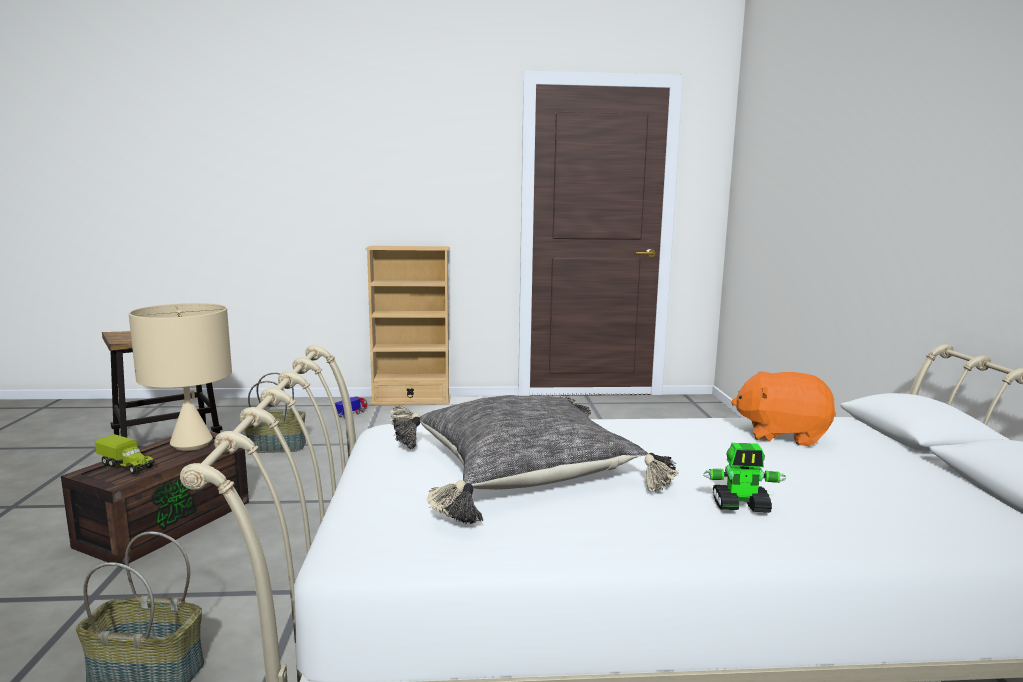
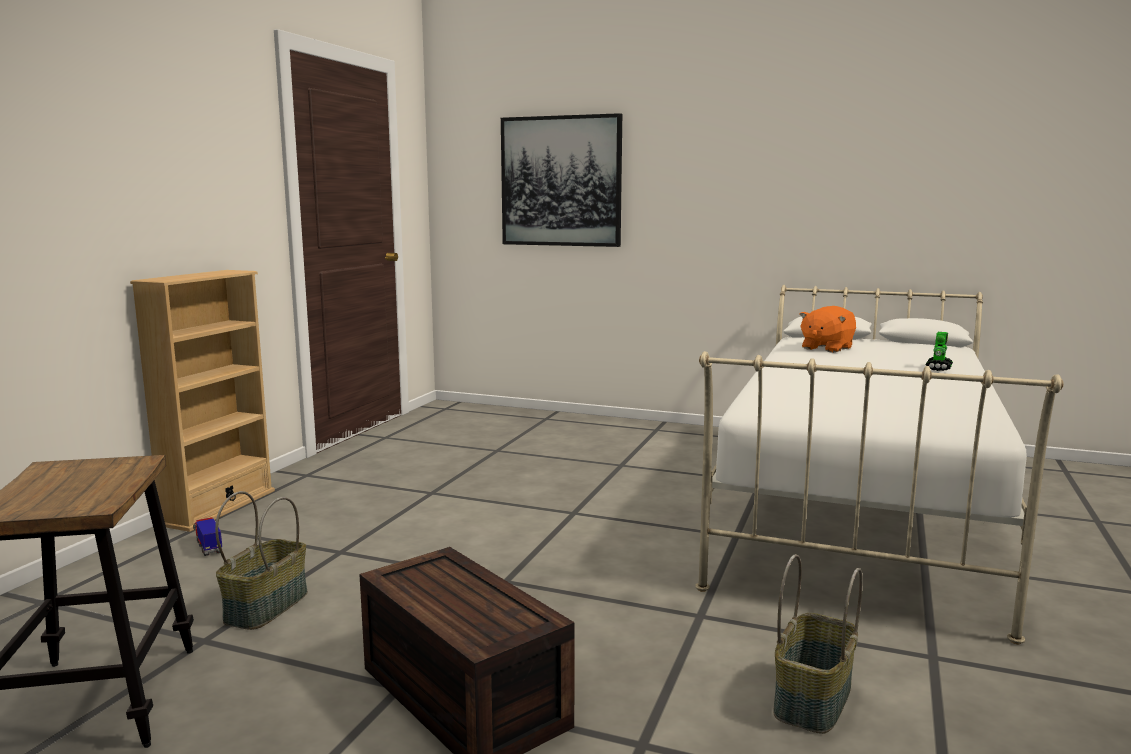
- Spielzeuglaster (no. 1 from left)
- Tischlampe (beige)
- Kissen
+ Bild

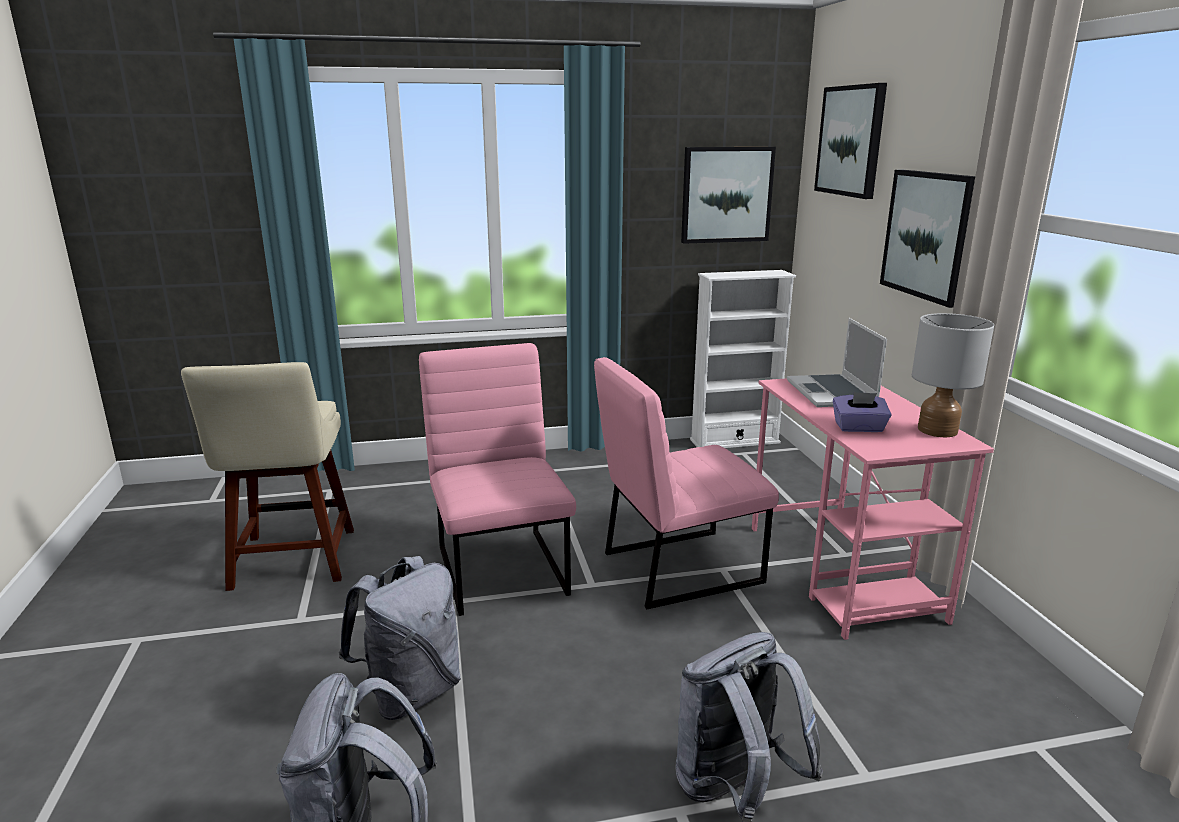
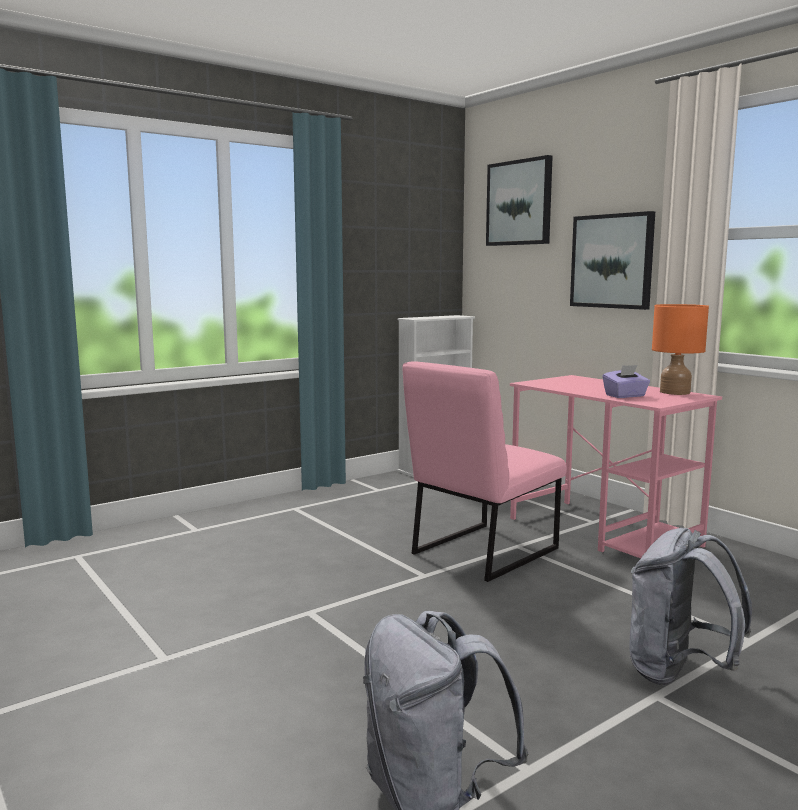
- Hocker (beige)
- Rucksack (grau) (no. 2 from left)
- Stuhl (rosa) (no. 1 from left)
- Bild (no. 1 from left)
- Laptop
~ Tischlampe (grau) to Tischlampe (orange)

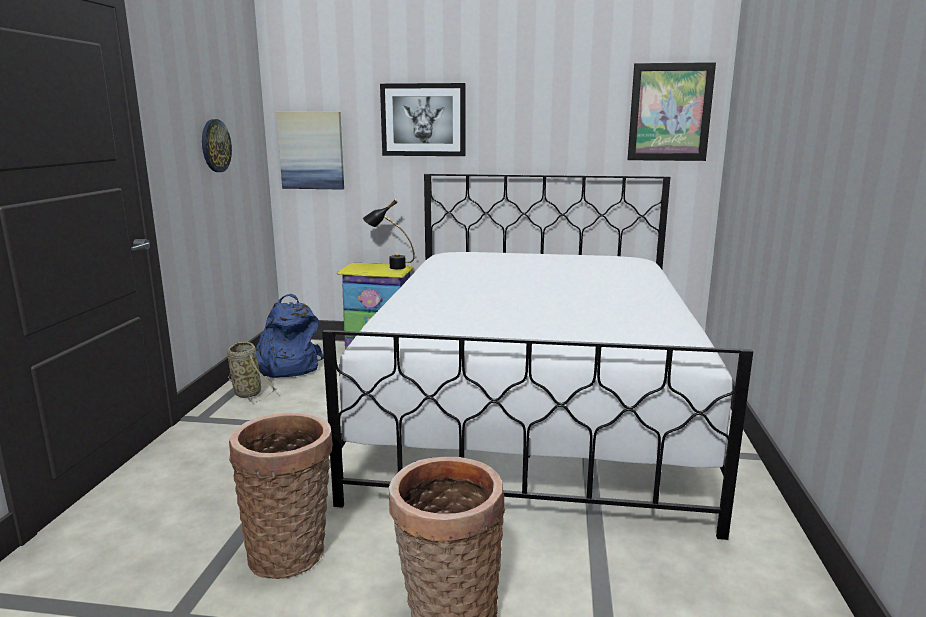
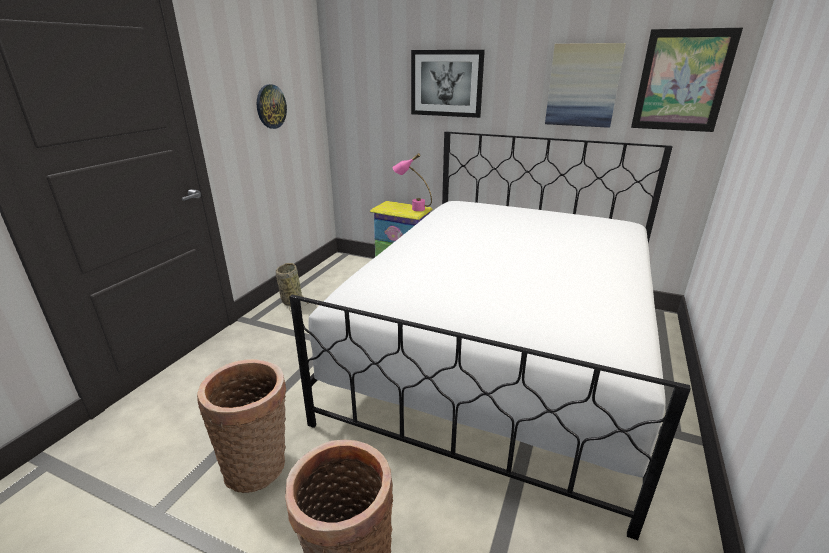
- Rucksack (blau)
~ Bild (no. 1 from left in the first image) to Bild (no. 2 from left)
~ Tischlampe (schwarz) to Tischlampe (rosa)

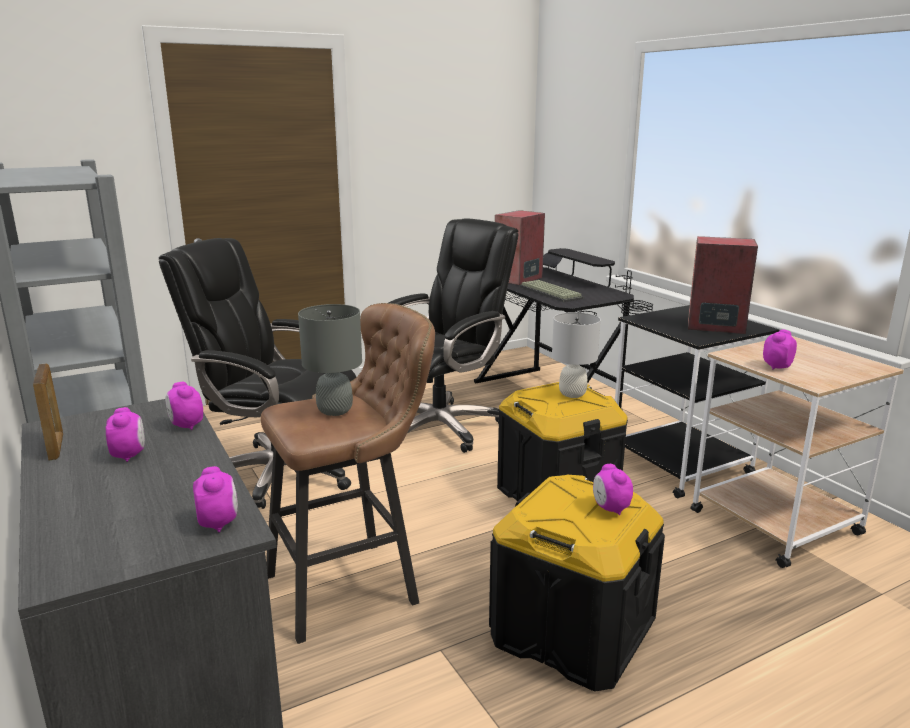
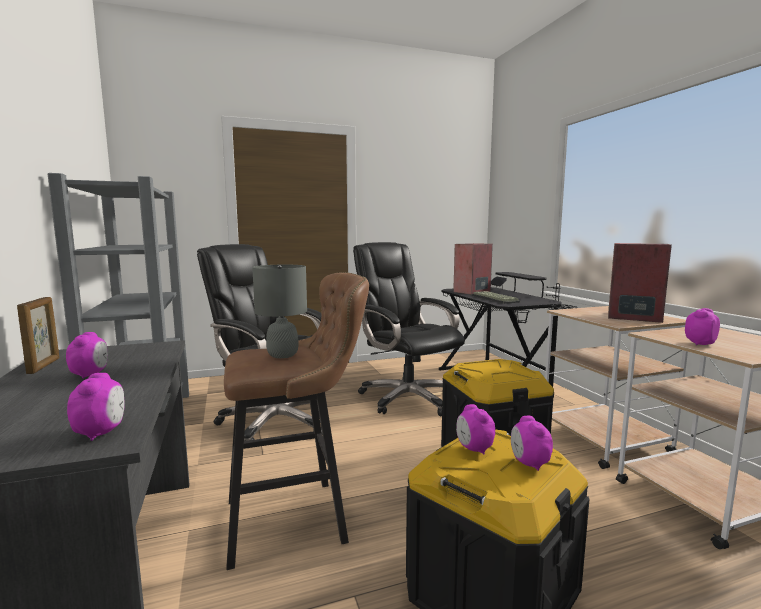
~ Wecker (no. 2 from left in the first image) to Wecker (no. 3 from left)
~ Bürostuhl (schwarz) (no. 2 from left) 90 degrees counterclockwise
- Tischlampe (grau) (no. 2 from left)
~ Rollwagen (schwarz) to Rollwagen (beige) (no. 1 from left)

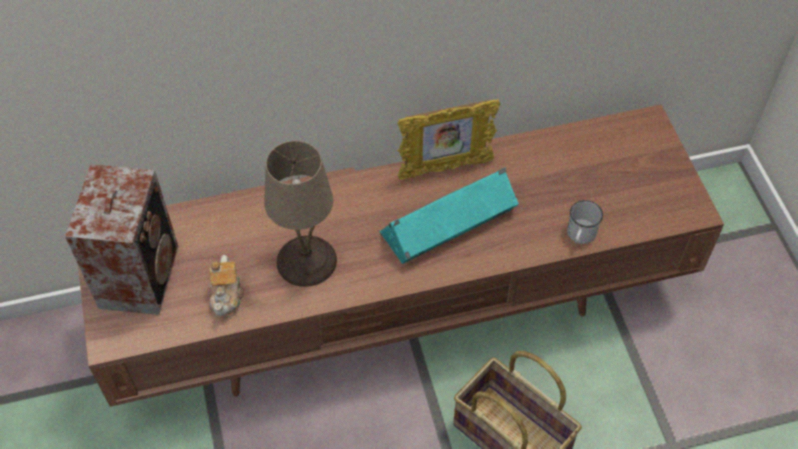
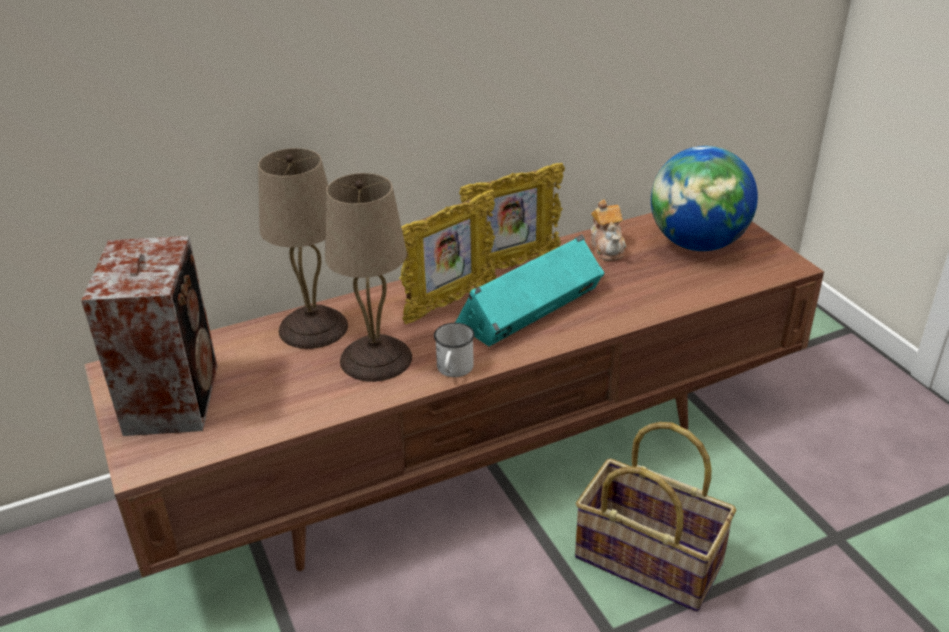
~ Teekanne
~ Henkelbecher (weiß)
+ Tischlampe (beige) (no. 1 from left)
+ Bilderrahmen (no. 1 from left)
+ Globus

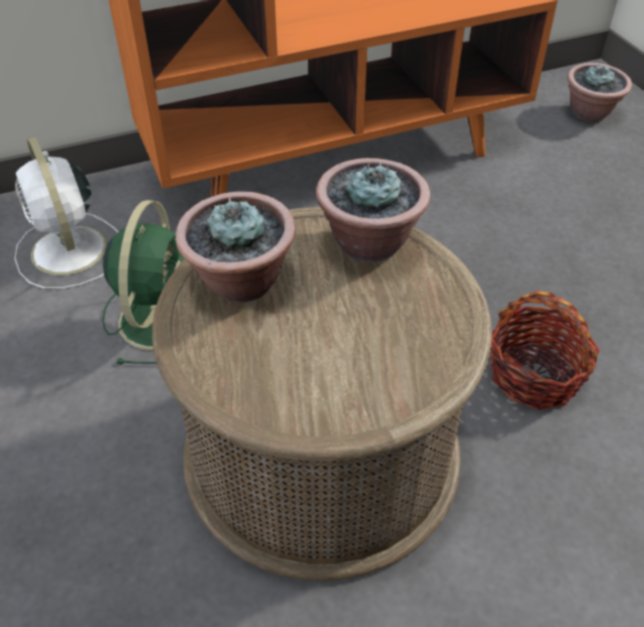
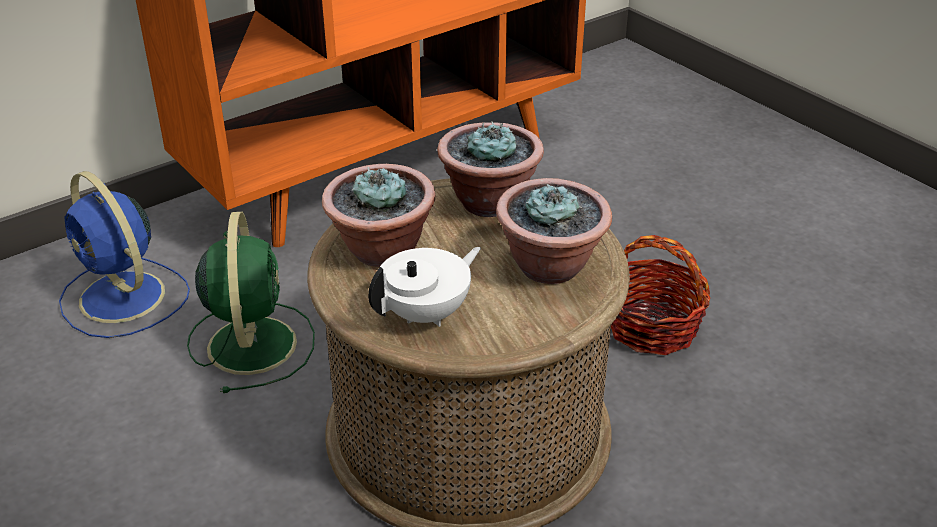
~ Ventilator (weiß) to Ventilator (blau)
~ Topfpflanze (no. 3 from left)
+ Teekanne (weiß)

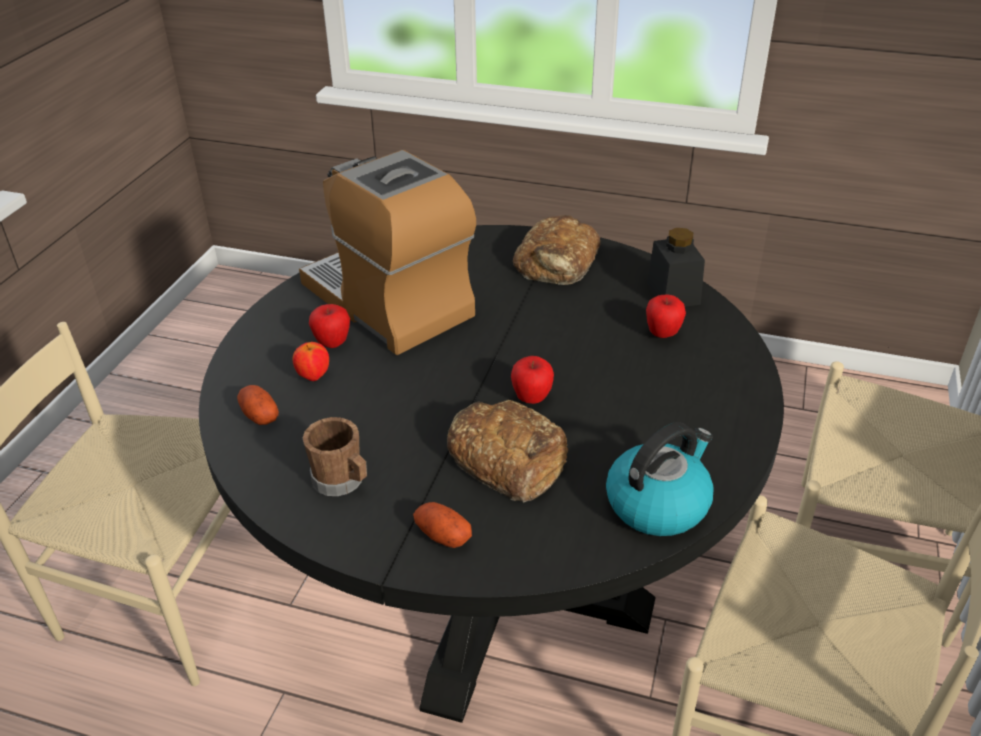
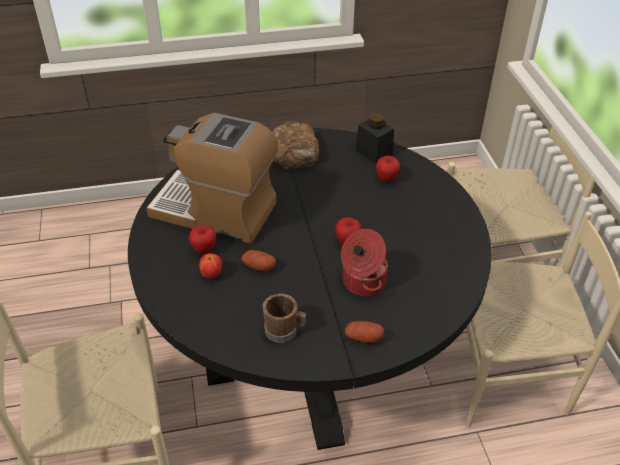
~ Kartoffel (no. 1 from left)
~ Brot (no. 1 from left) to Kochtopf
- Wasserkessel

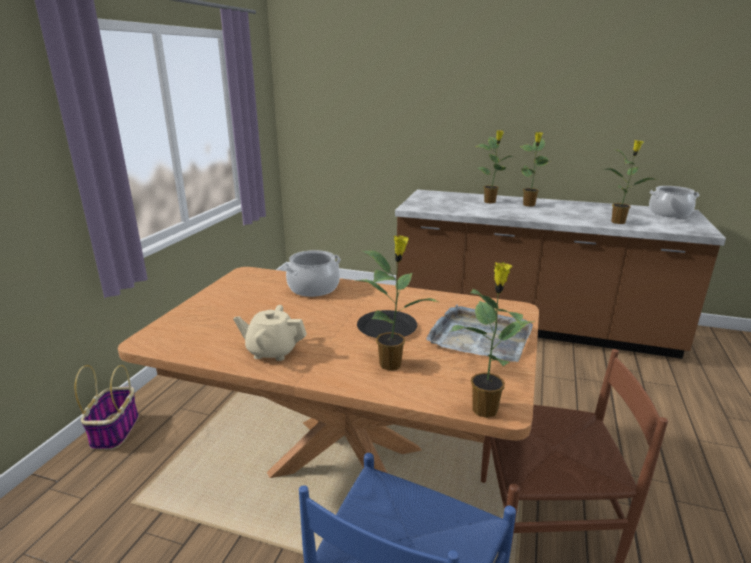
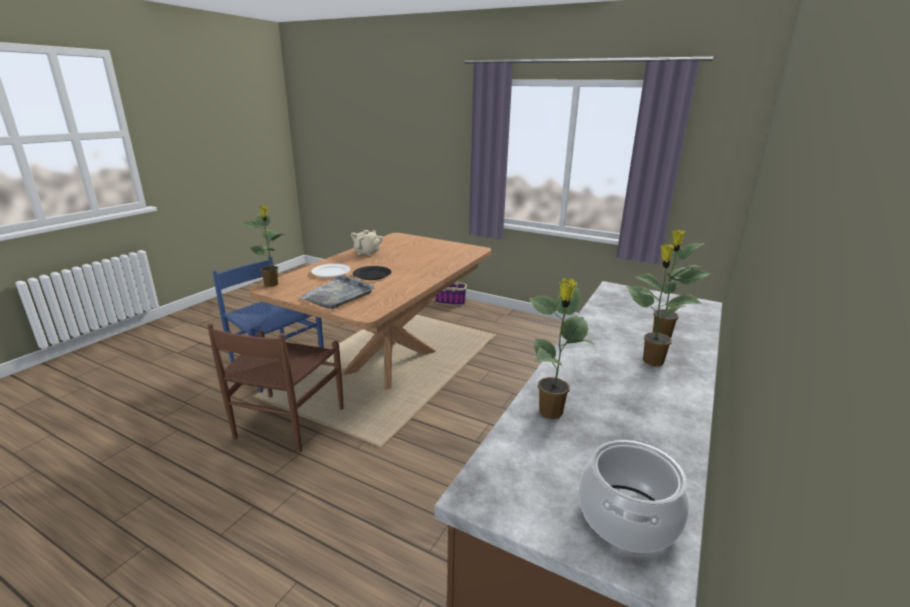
- Kochtopf (no. 1 from left)
~ Topfpflanze (no. 1 from left) to Teller (weiß)

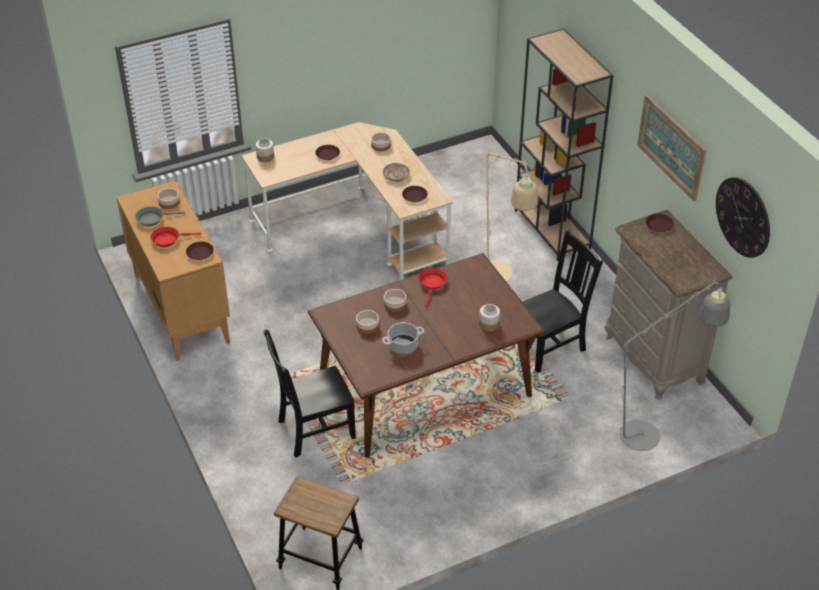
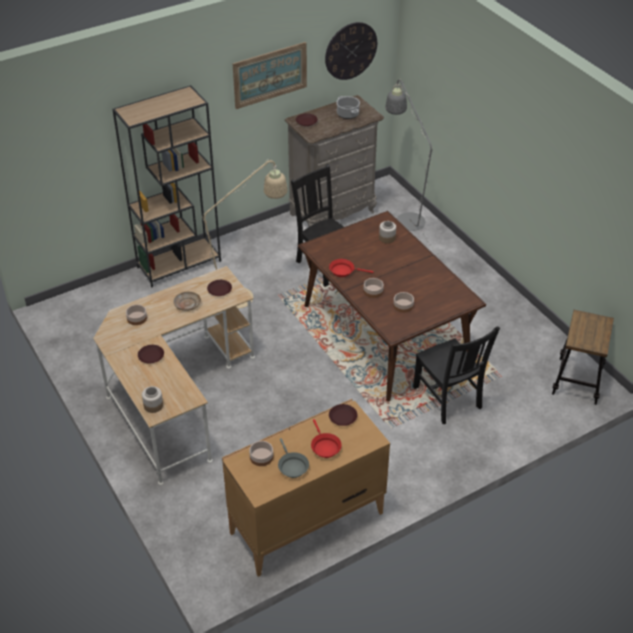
~ Kochtopf

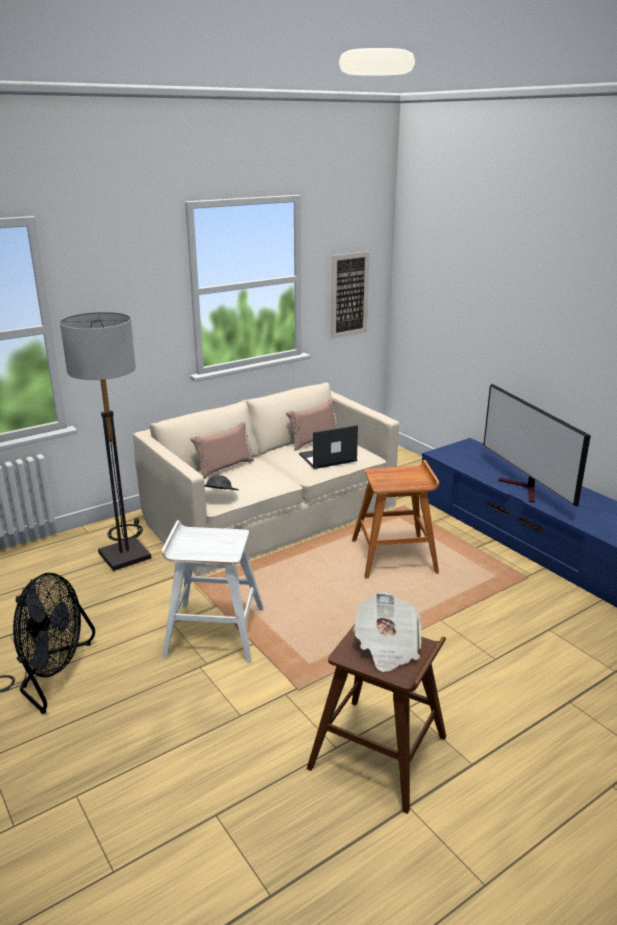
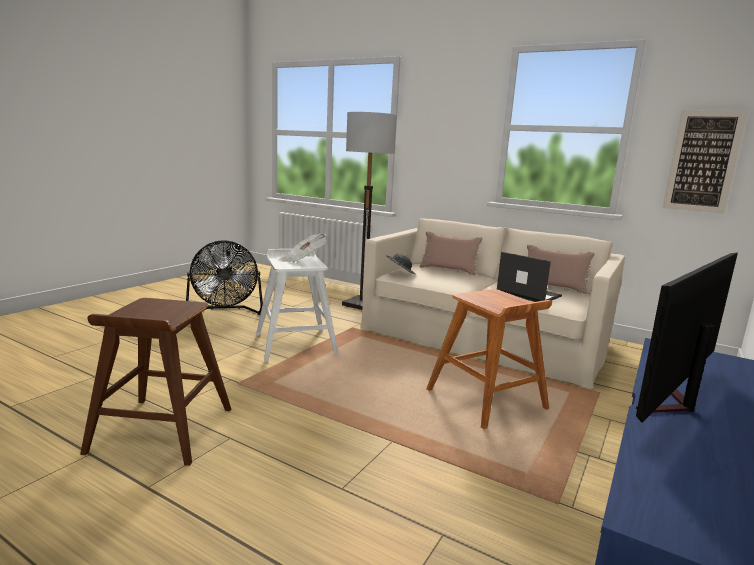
~ Zeitung

